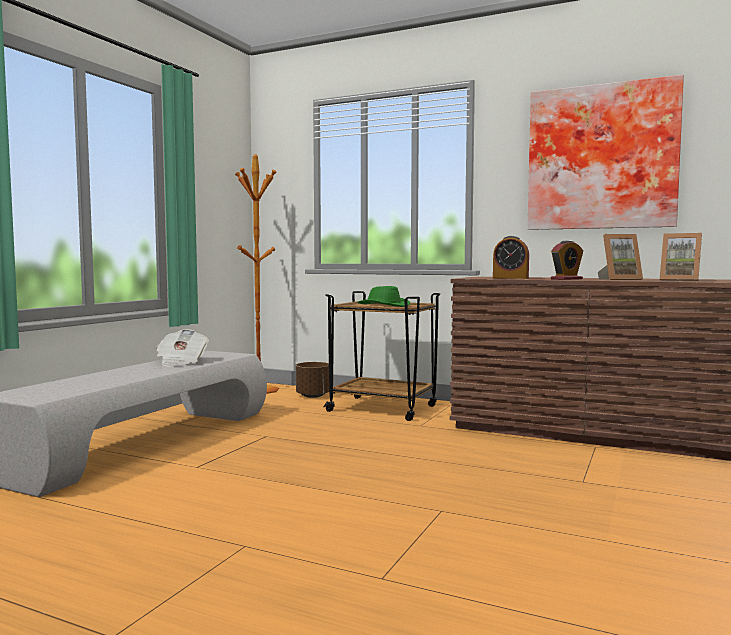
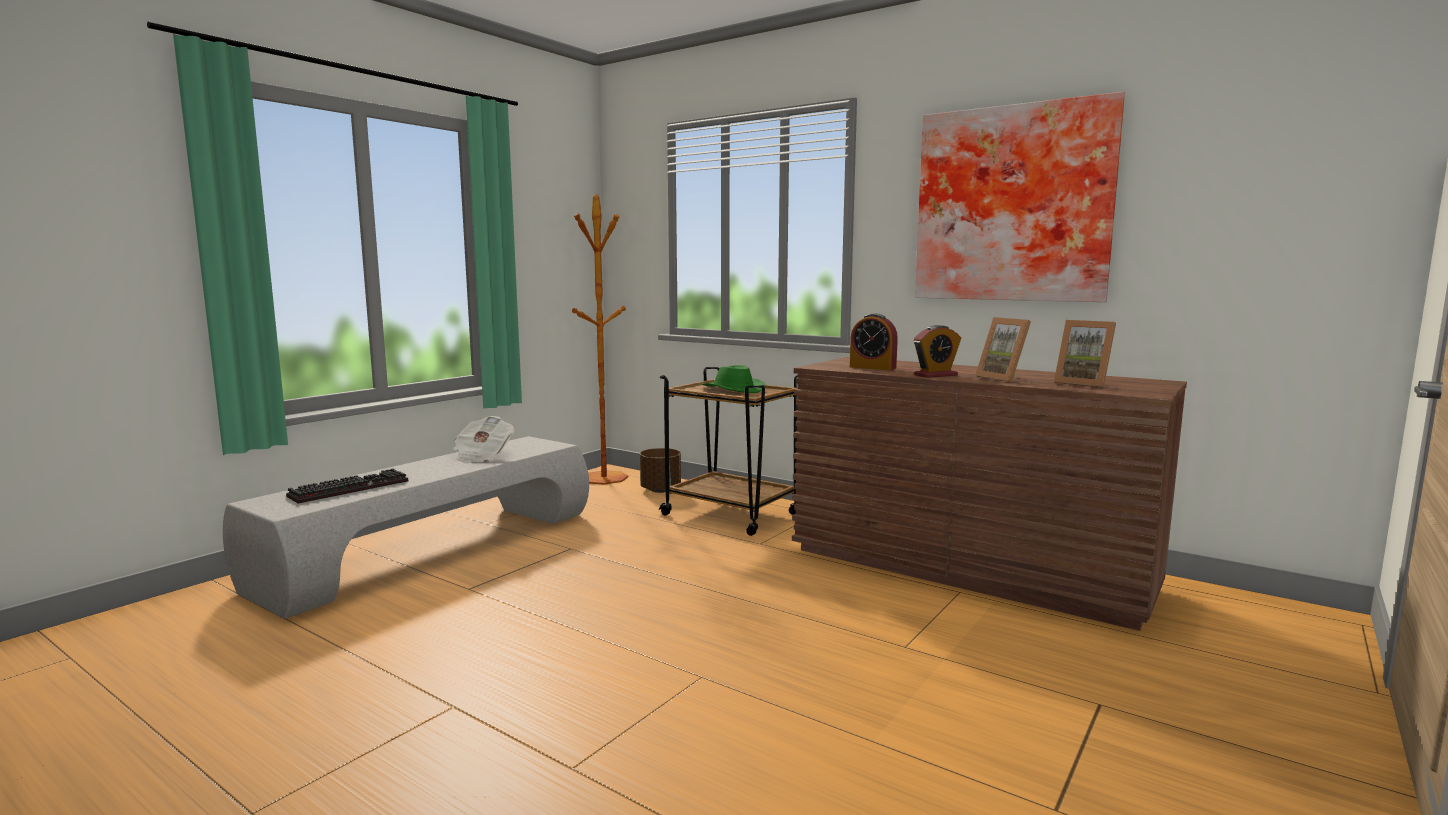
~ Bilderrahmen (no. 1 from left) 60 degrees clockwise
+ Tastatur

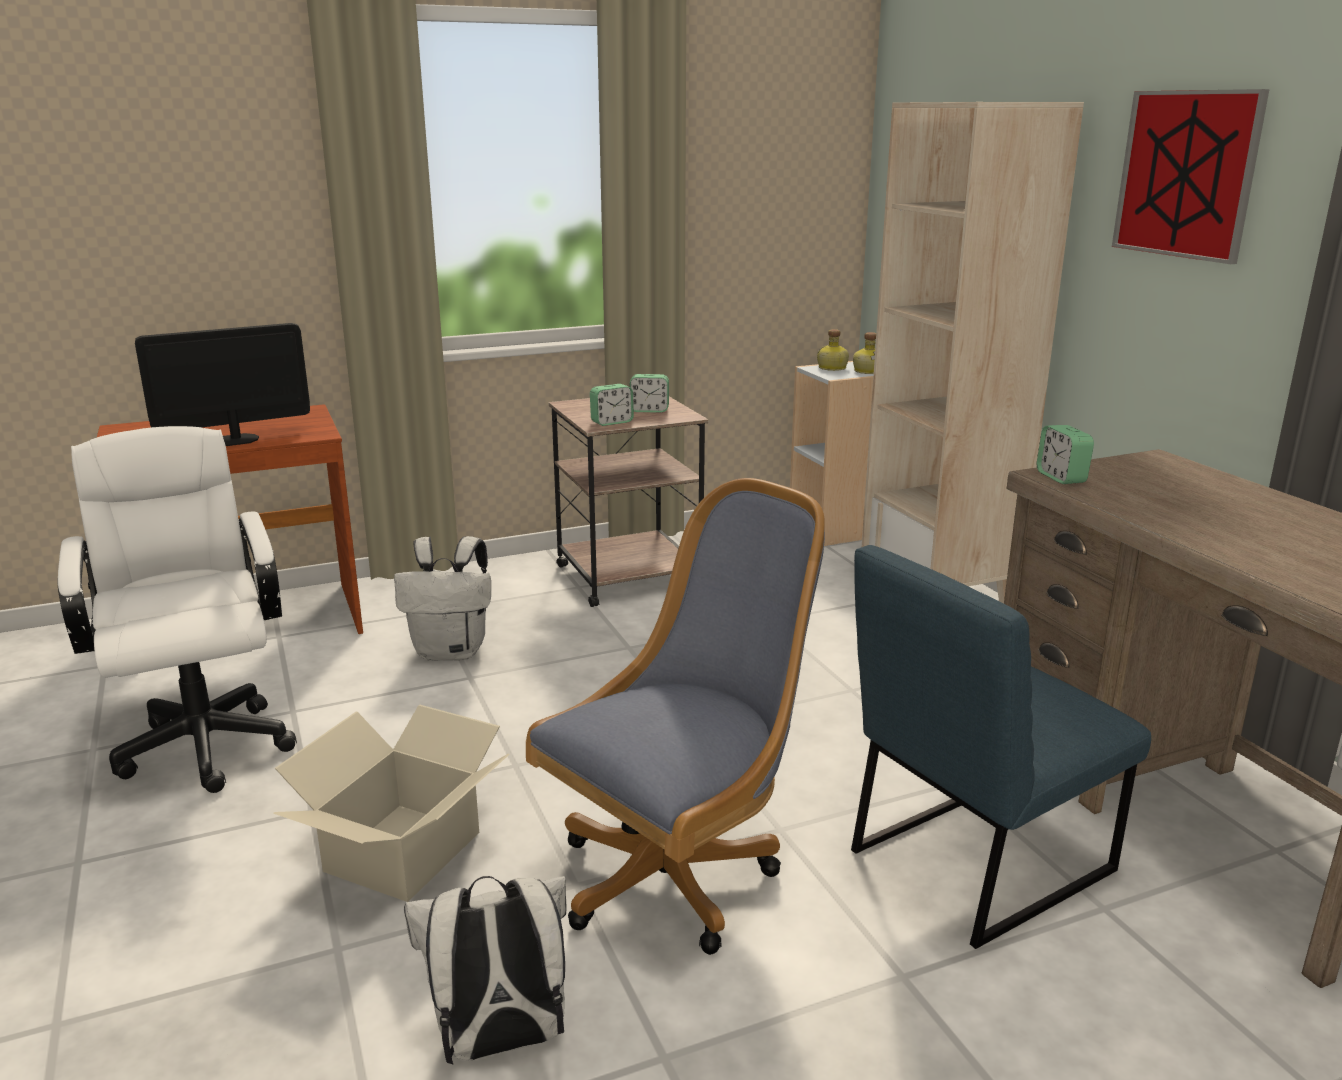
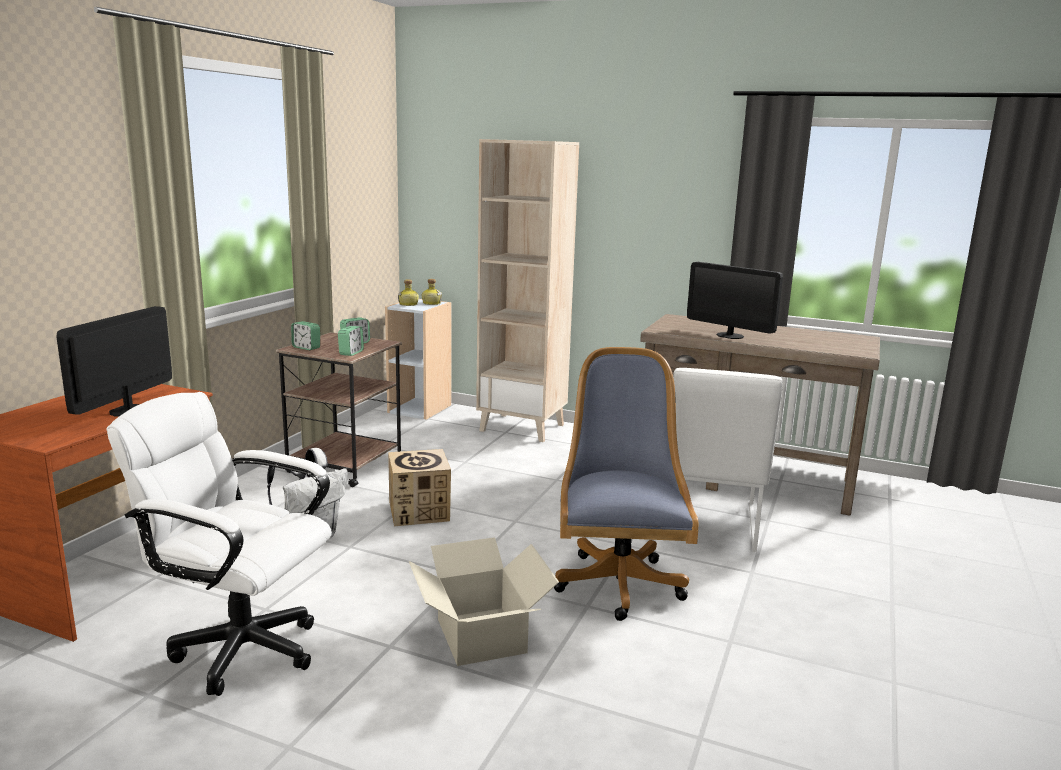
- Rucksack (weiß) (no. 2 from left)
~ Stuhl (blau) to Stuhl (weiß)
~ Wecker (no. 3 from left in the first image) to Wecker (no. 1 from left)
- Bild
+ Karton (no. 1 from left)
+ Monitor (no. 2 from left)

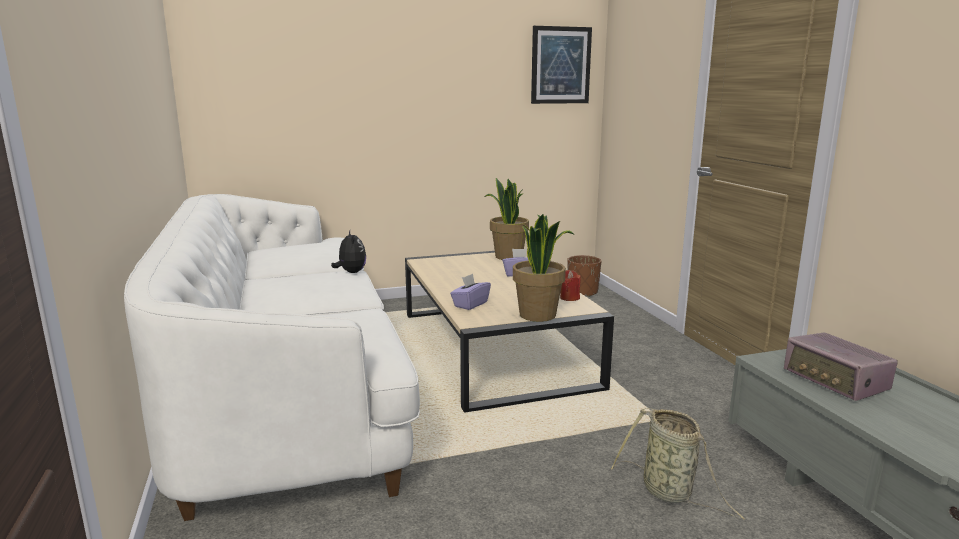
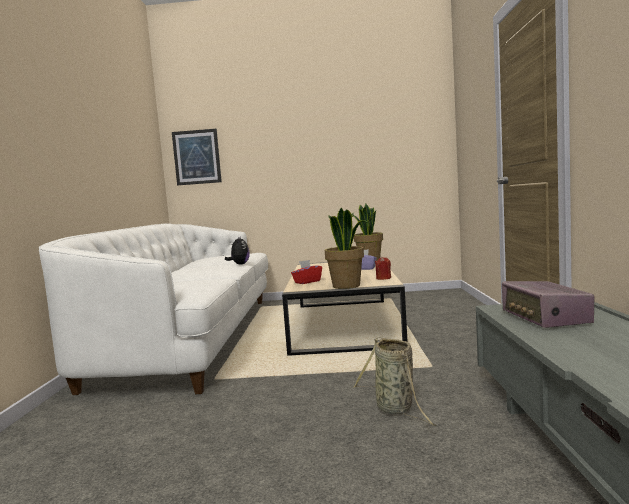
~ Taschentuchbox (lila) (no. 1 from left) to Taschentuchbox (rot)
~ Bild
- Pflanzkübel (braun)

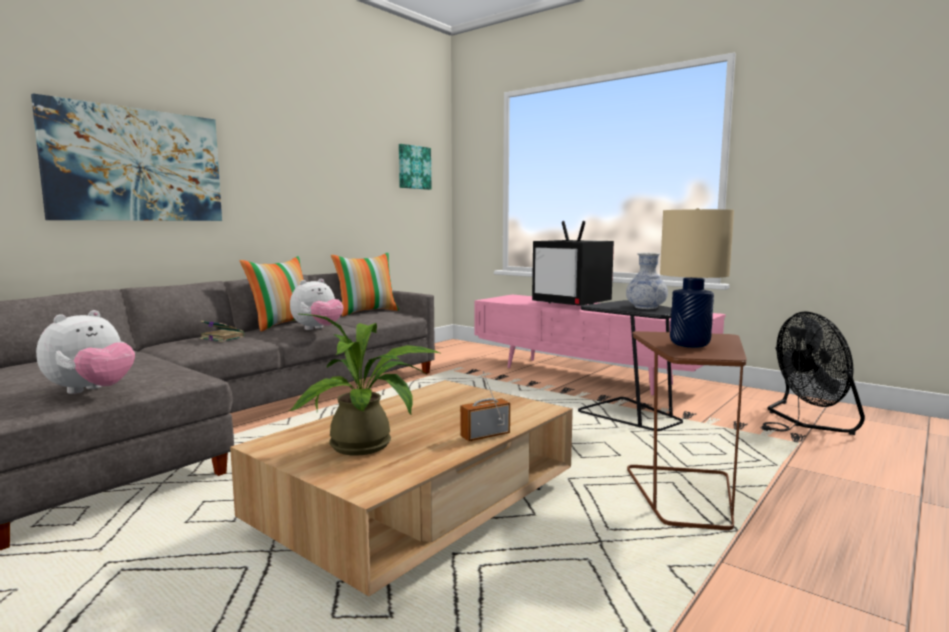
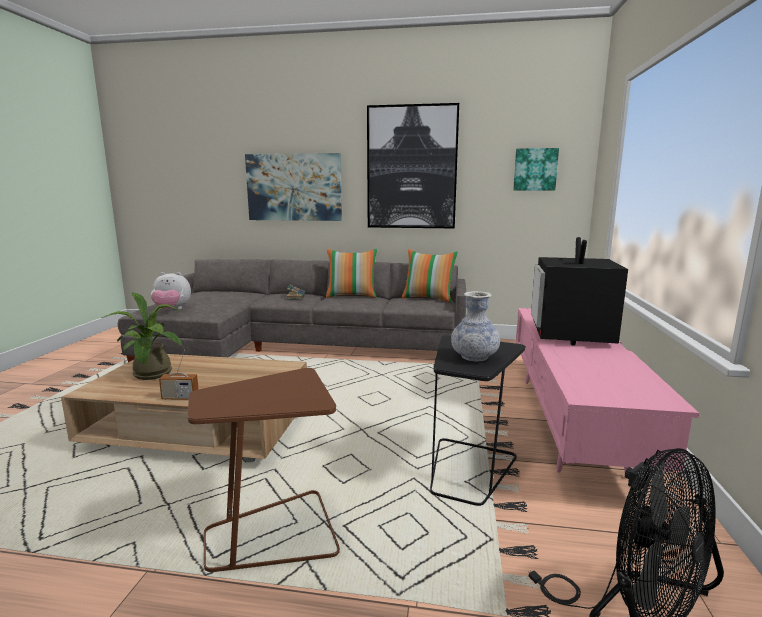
- Plüschtier (no. 2 from left)
~ Radio 150 degrees clockwise
- Tischlampe (beige)
+ Bild (no. 2 from left)

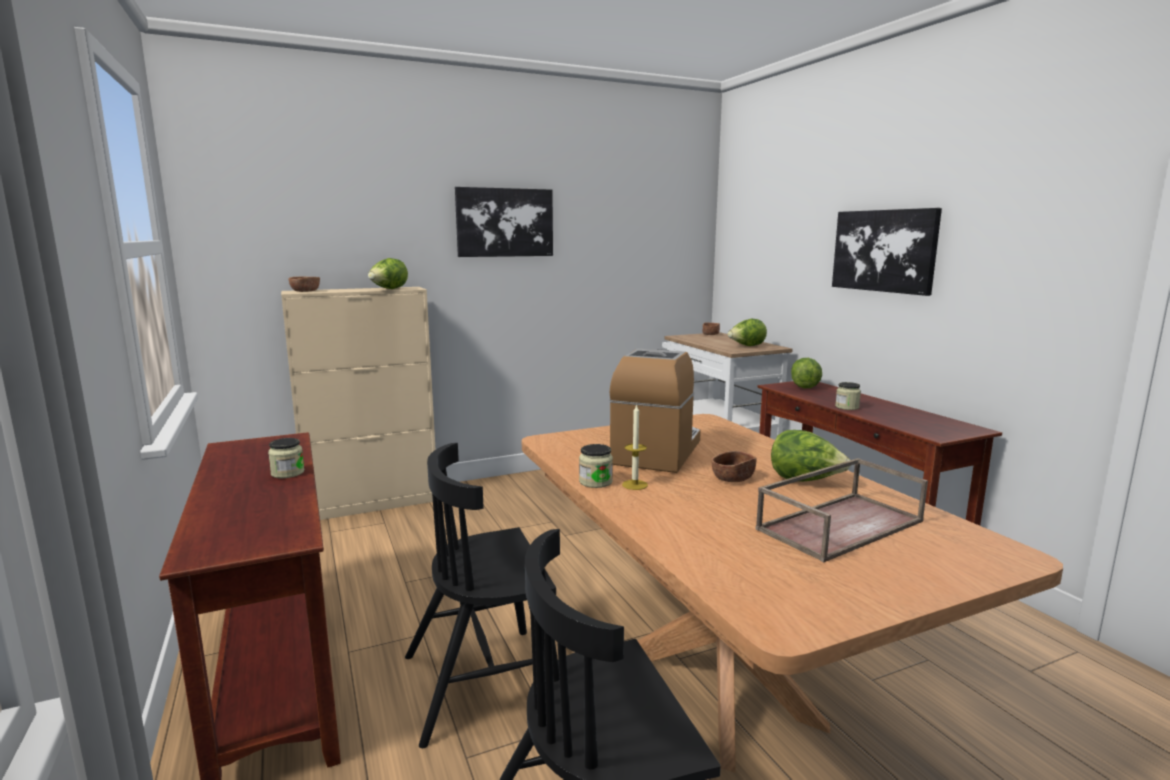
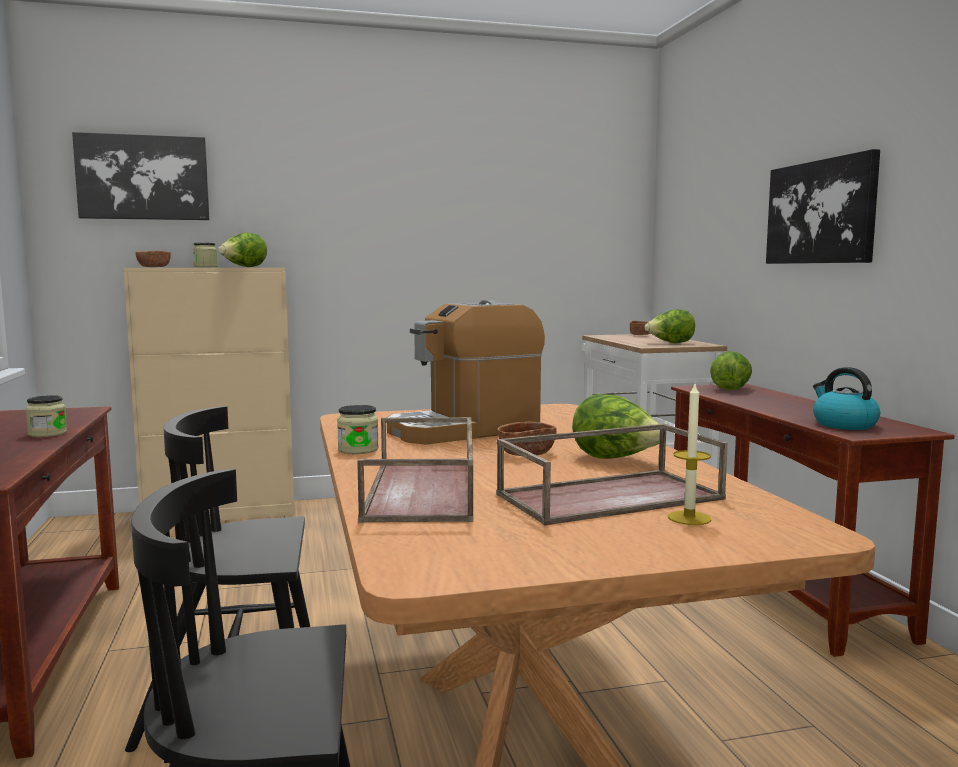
~ Bild (no. 1 from left)
~ Kaffeemaschine 150 degrees counterclockwise
~ Kerze
~ Vorratsglas (no. 3 from left in the first image) to Vorratsglas (no. 2 from left)
+ Tablett (braun) (no. 1 from left)
+ Wasserkessel

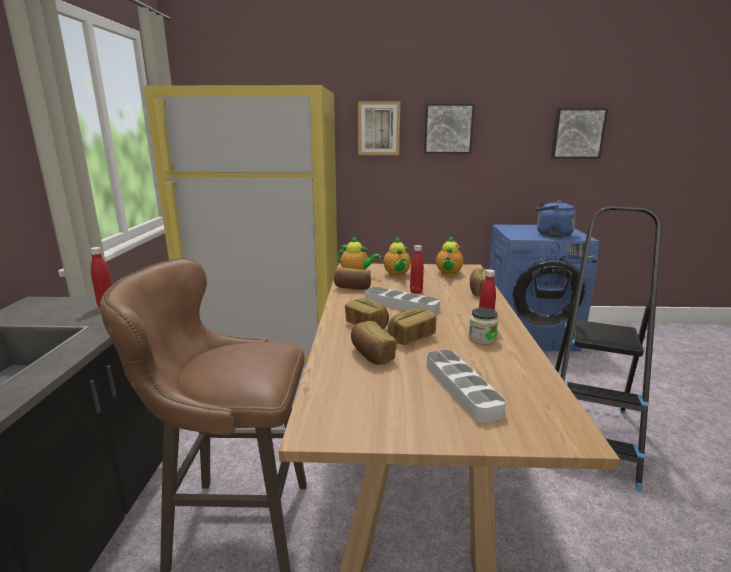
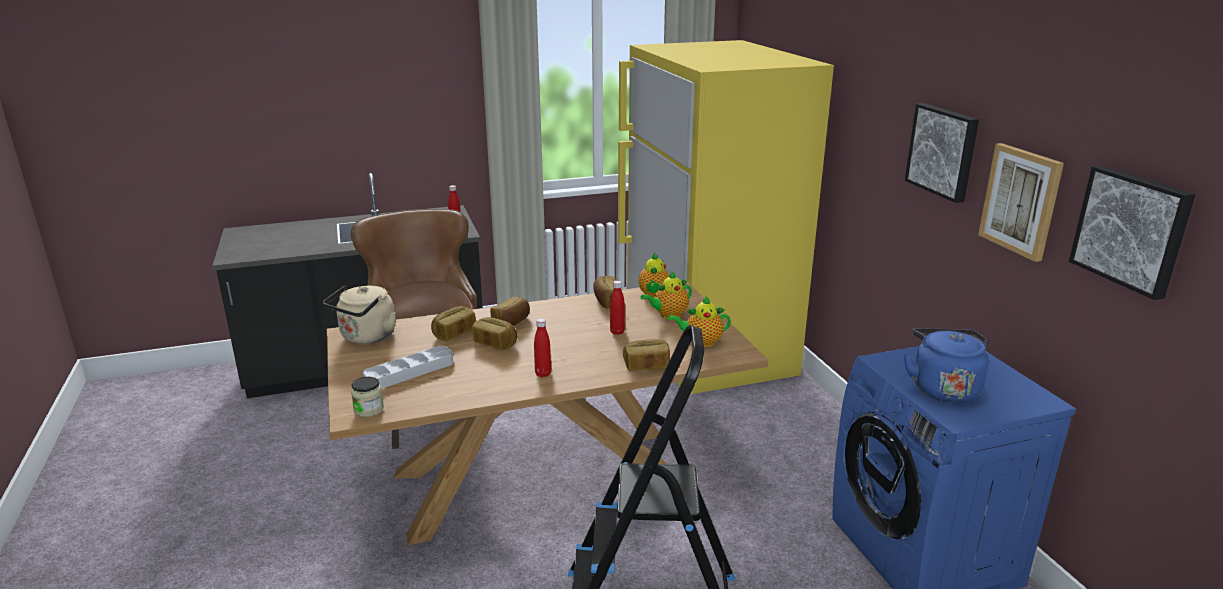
~ Bild (no. 1 from left in the first image) to Bild (no. 2 from left)
- Tablett (grau) (no. 1 from left)
~ Vorratsglas
+ Wasserkessel (beige)

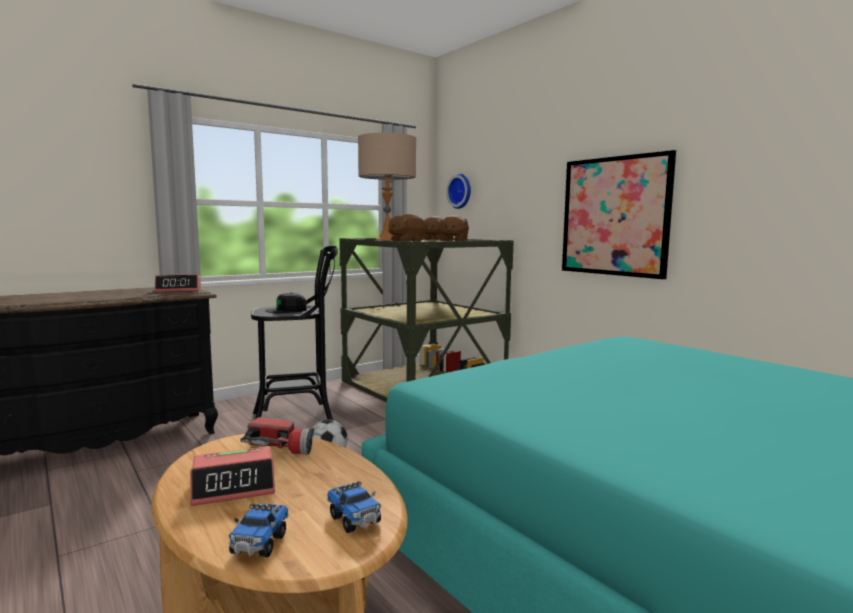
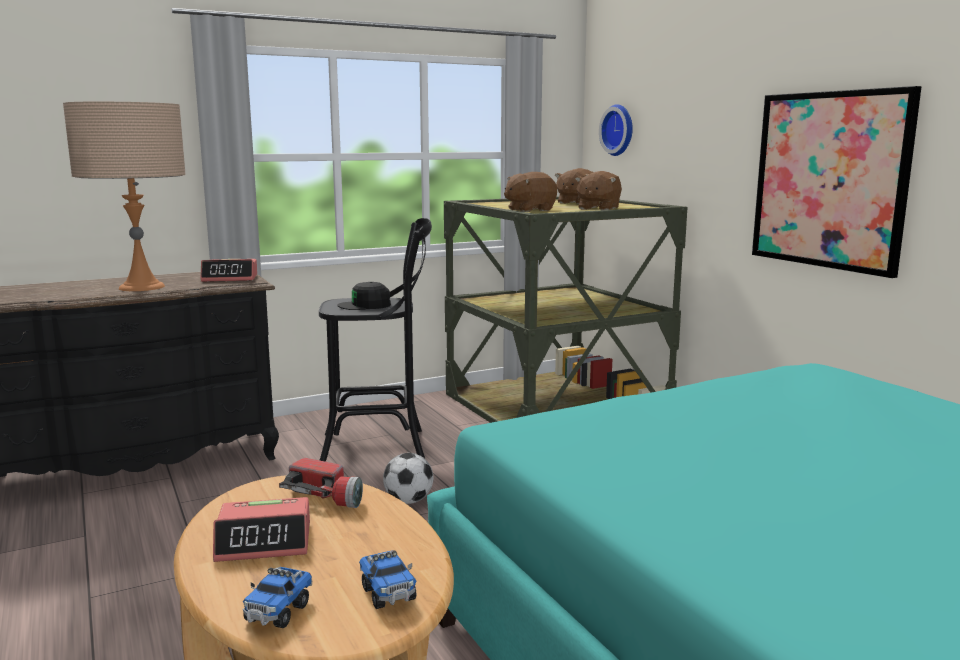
~ Tischlampe (beige)

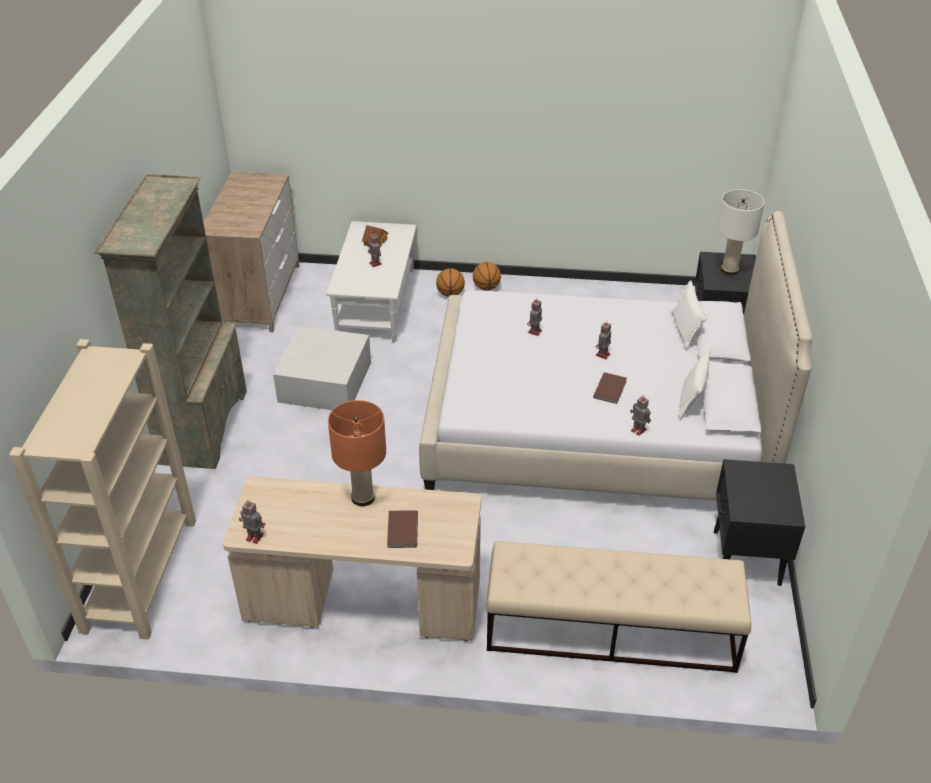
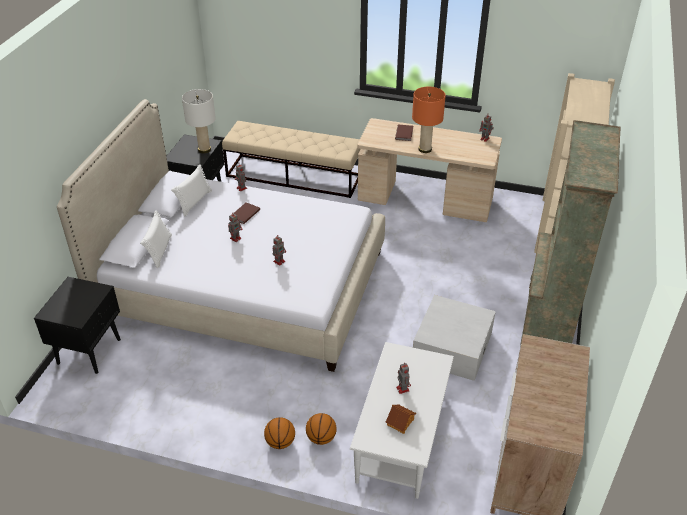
~ Tischlampe (weiß)

